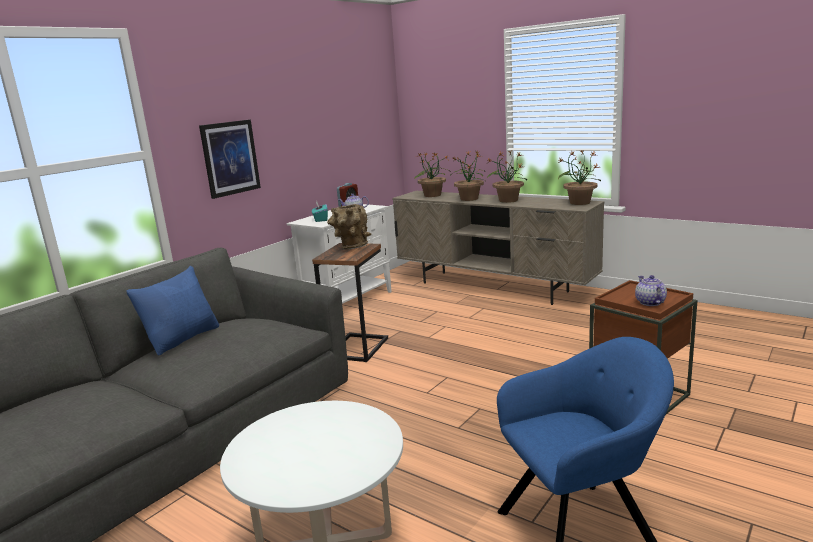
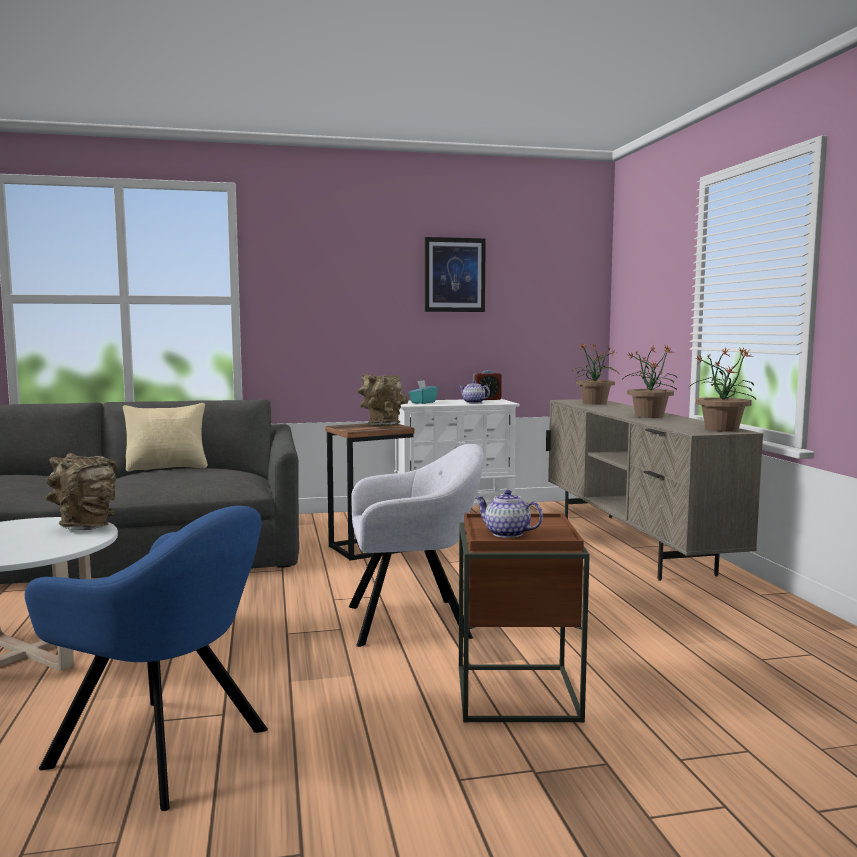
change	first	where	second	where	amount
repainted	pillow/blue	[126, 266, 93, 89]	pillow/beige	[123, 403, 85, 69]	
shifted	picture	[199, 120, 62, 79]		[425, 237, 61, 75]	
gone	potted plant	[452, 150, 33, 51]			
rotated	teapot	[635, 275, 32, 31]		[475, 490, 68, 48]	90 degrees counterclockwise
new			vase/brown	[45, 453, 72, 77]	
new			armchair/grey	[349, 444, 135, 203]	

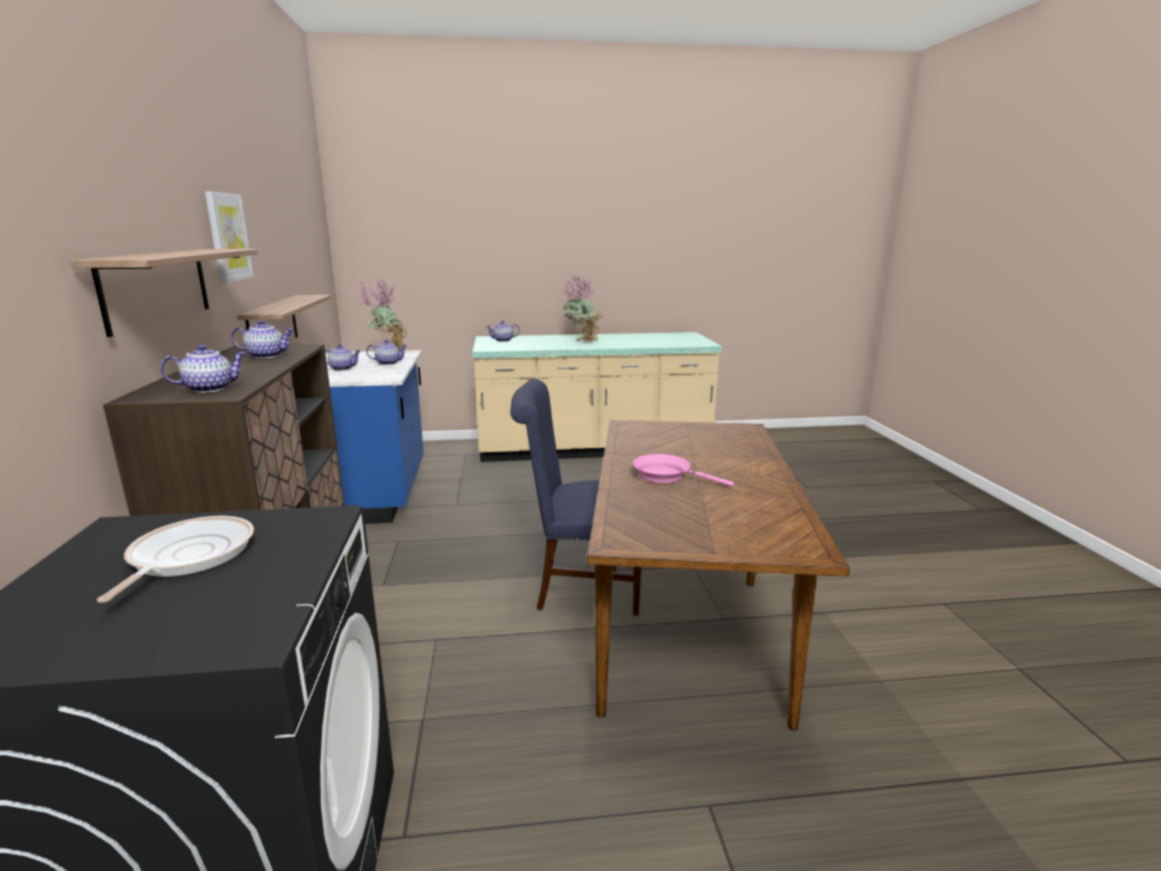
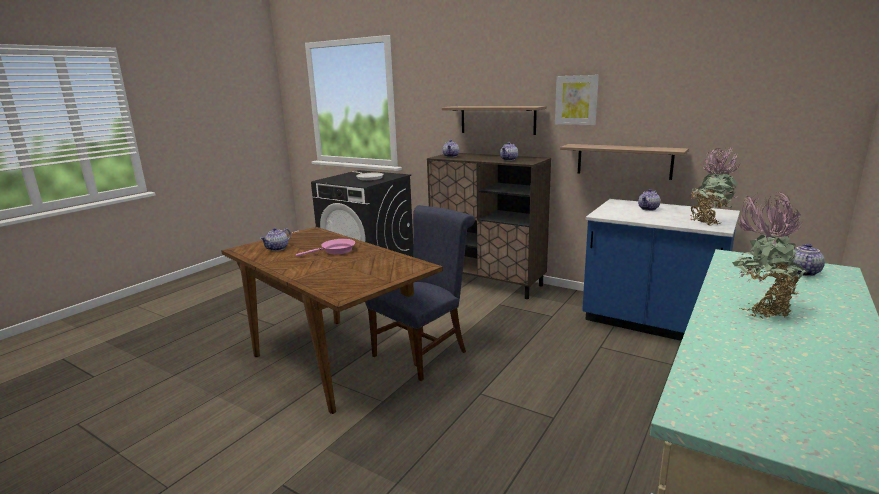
change	first	where	second	where	amount
shifted	teapot	[366, 339, 42, 26]		[260, 228, 31, 23]	

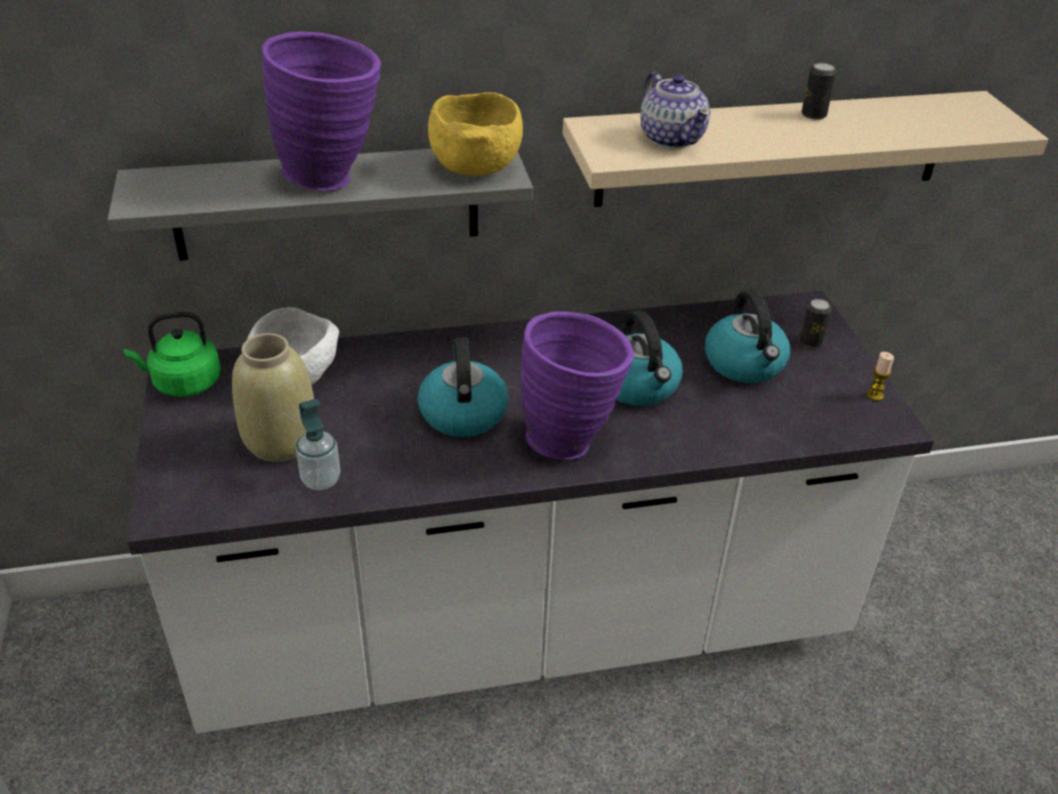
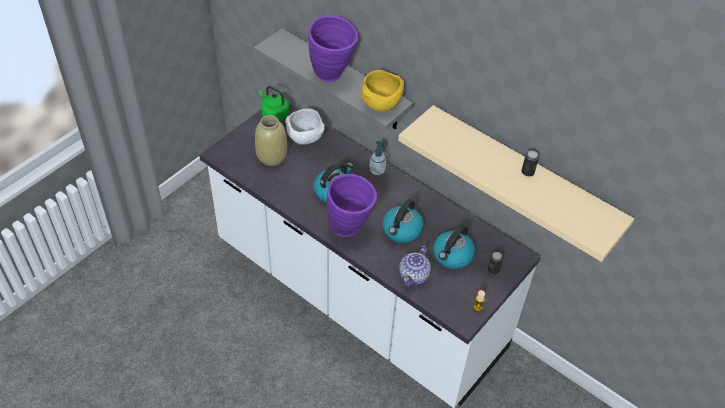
change	first	where	second	where	amount
shifted	soap dispenser	[296, 399, 44, 91]		[370, 140, 16, 35]	
shifted	teapot	[640, 72, 71, 77]		[399, 246, 32, 40]	

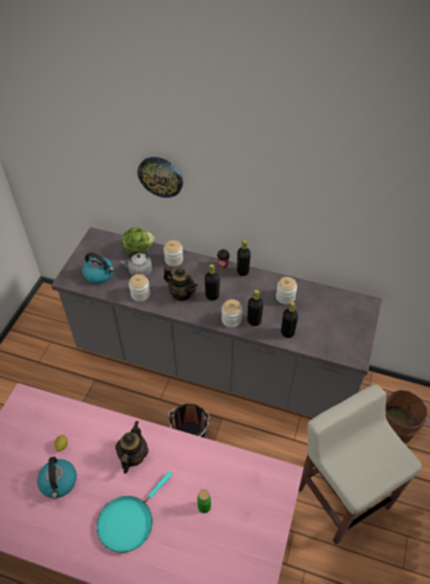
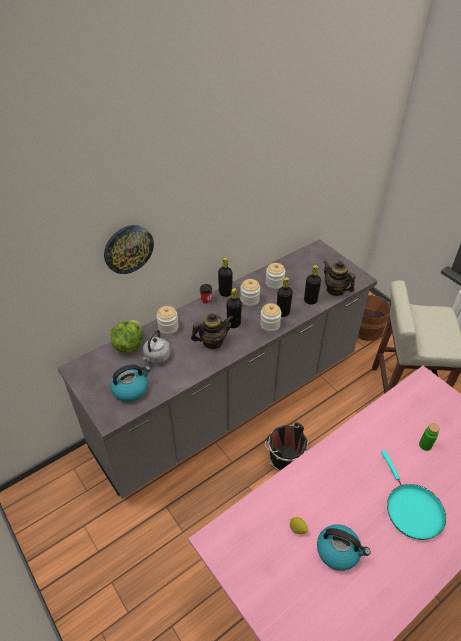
change	first	where	second	where	amount
shifted	teapot	[115, 421, 33, 53]		[324, 261, 31, 35]	
shifted	jar	[129, 274, 21, 28]		[240, 279, 20, 28]	

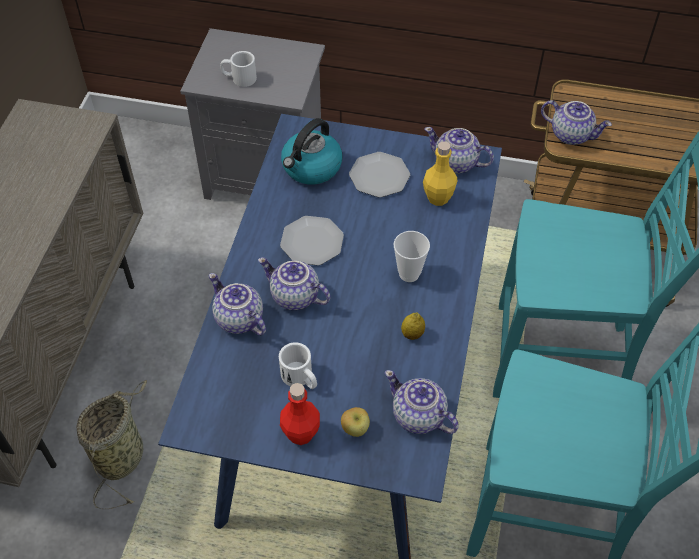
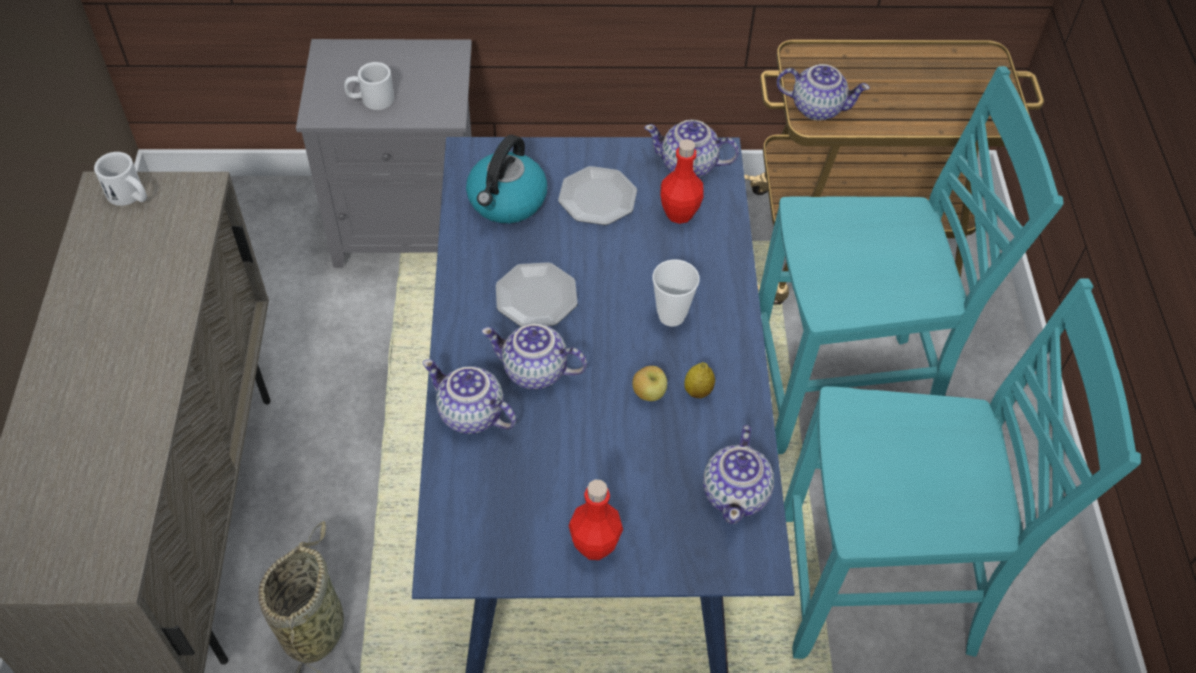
change	first	where	second	where	amount
shifted	mug/white	[279, 342, 38, 47]		[94, 152, 53, 54]	
shifted	apple	[341, 407, 29, 30]		[632, 366, 35, 35]	
rotated	teapot	[385, 370, 74, 64]		[703, 425, 71, 99]	105 degrees counterclockwise
repainted	bottle/yellow	[423, 141, 34, 65]	bottle/red	[660, 139, 43, 85]	

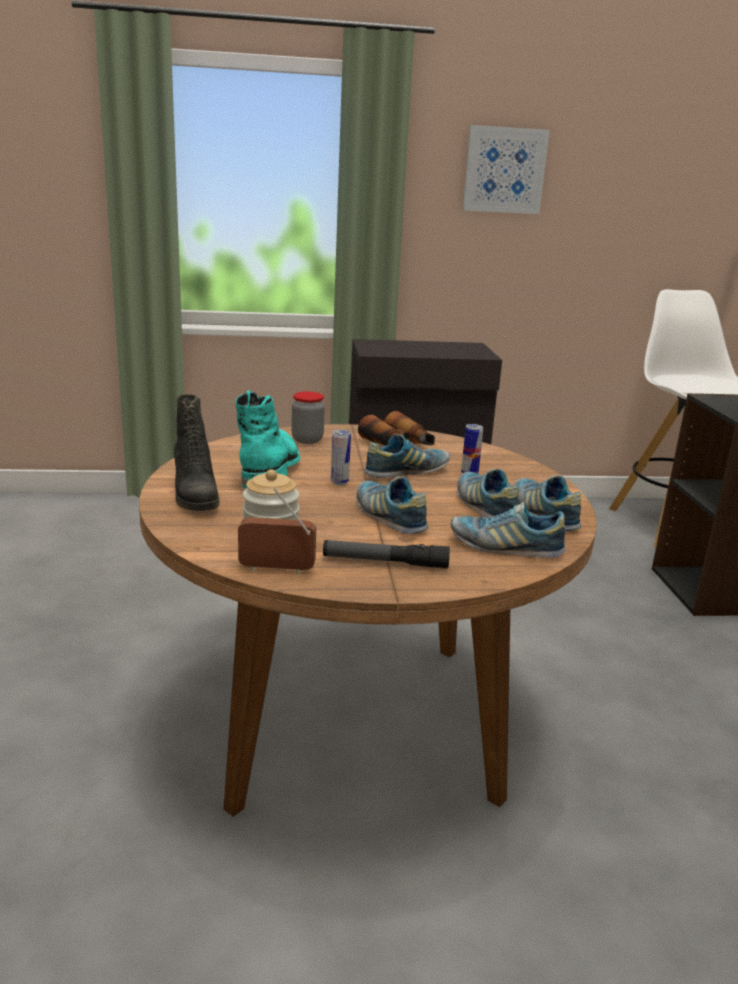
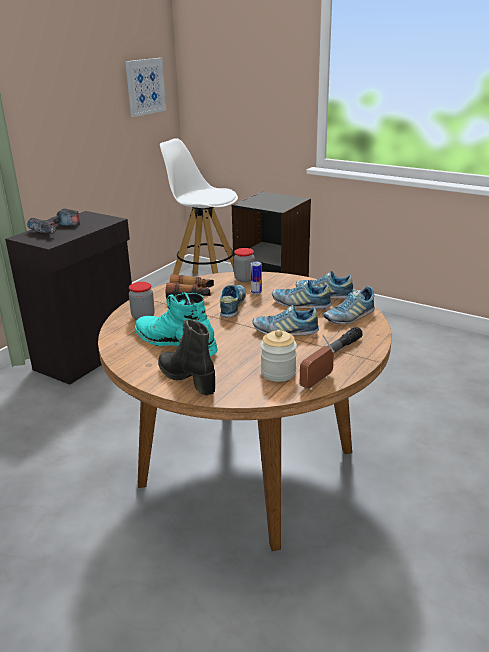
change	first	where	second	where	amount
rotated	boot/black	[174, 394, 45, 117]		[158, 319, 57, 76]	150 degrees counterclockwise
gone	can	[331, 430, 20, 55]			
shifted	picture	[462, 125, 88, 89]		[125, 58, 41, 59]	
new			power drill	[27, 208, 53, 26]	
new			jar	[234, 248, 21, 34]	

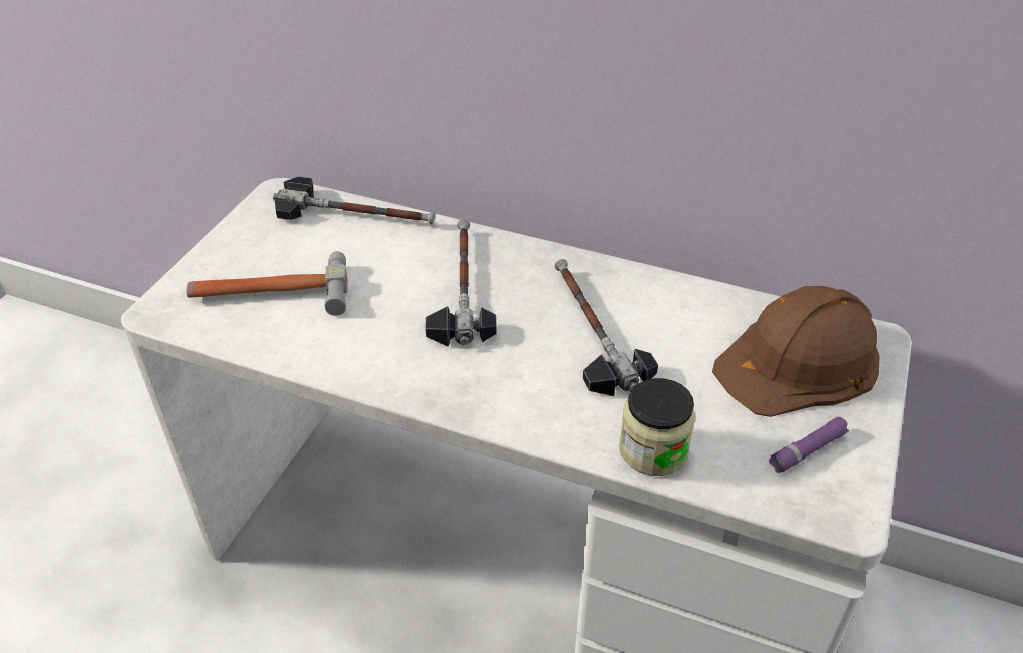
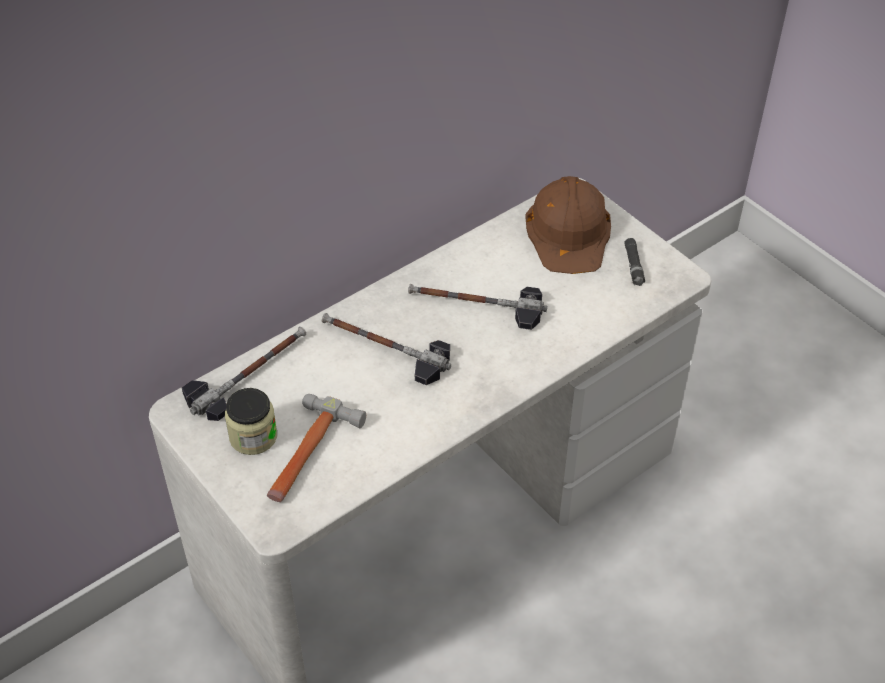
change	first	where	second	where	amount
shifted	jar	[619, 378, 76, 98]		[225, 388, 52, 67]	
repainted	flashlight/purple	[769, 417, 80, 56]	flashlight/black	[624, 238, 21, 48]	

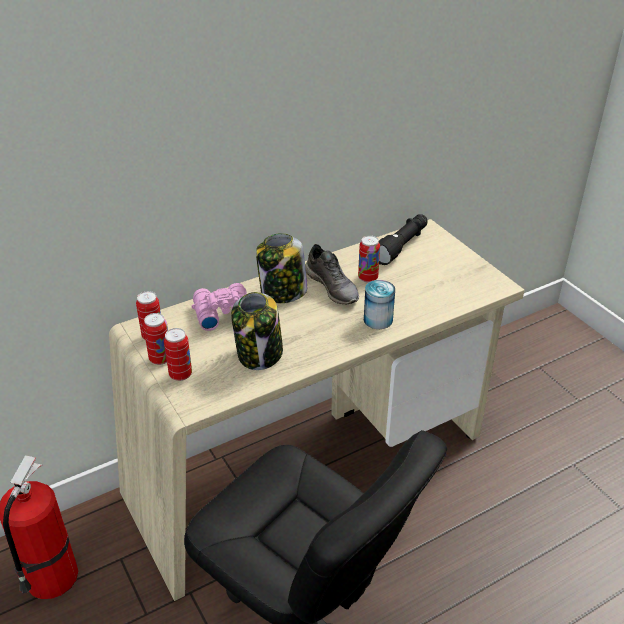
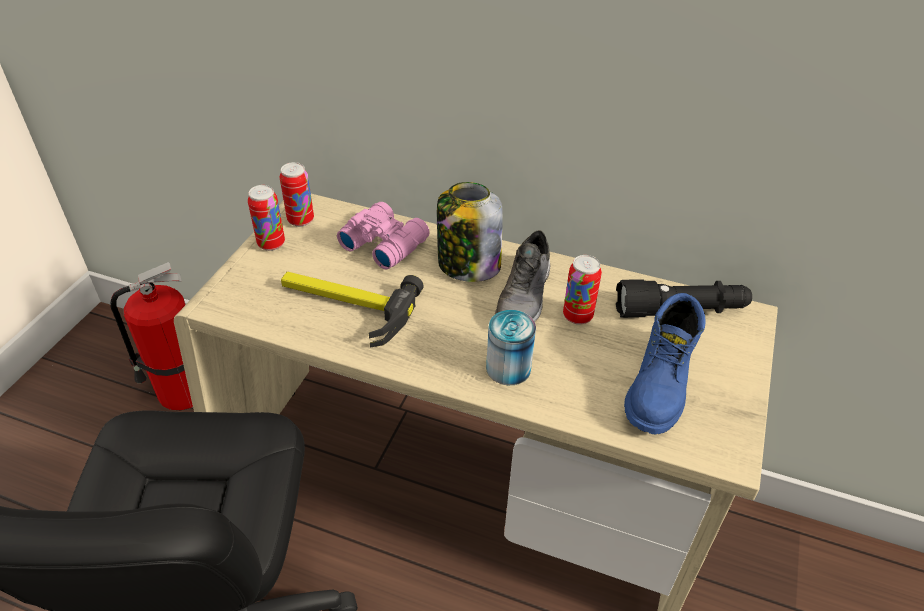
change	first	where	second	where	amount
gone	can	[164, 328, 28, 53]			
swapped	jar	[231, 292, 52, 78]	hammer	[281, 272, 143, 75]	
new			boot/blue	[624, 293, 82, 141]	

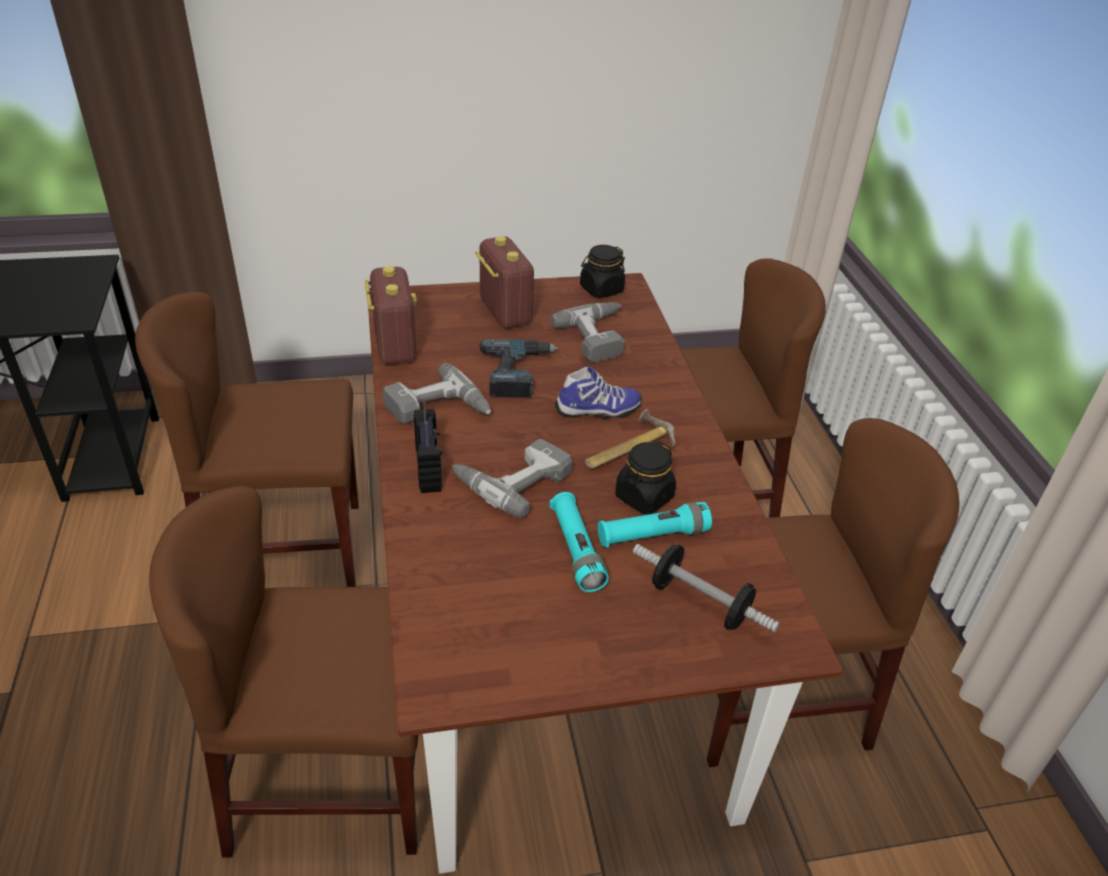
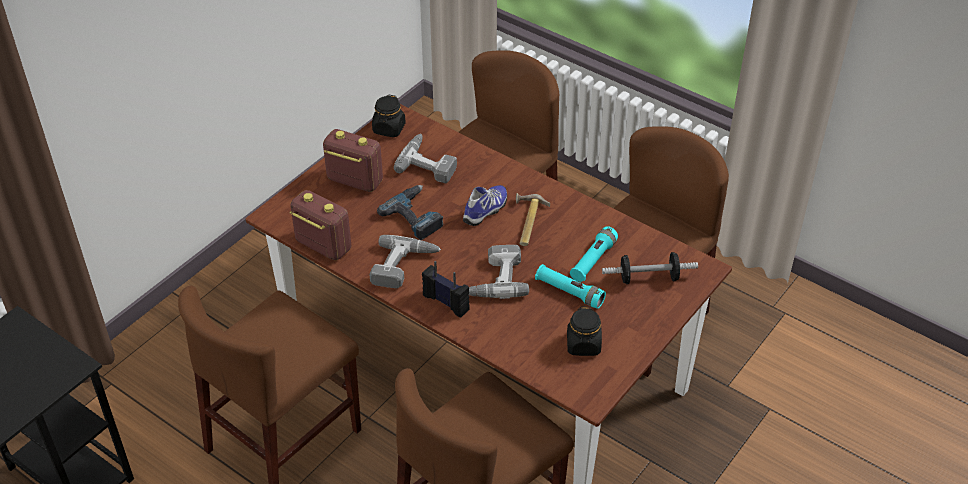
change	first	where	second	where	amount
shifted	jar/black	[615, 442, 61, 72]		[567, 306, 35, 50]	

